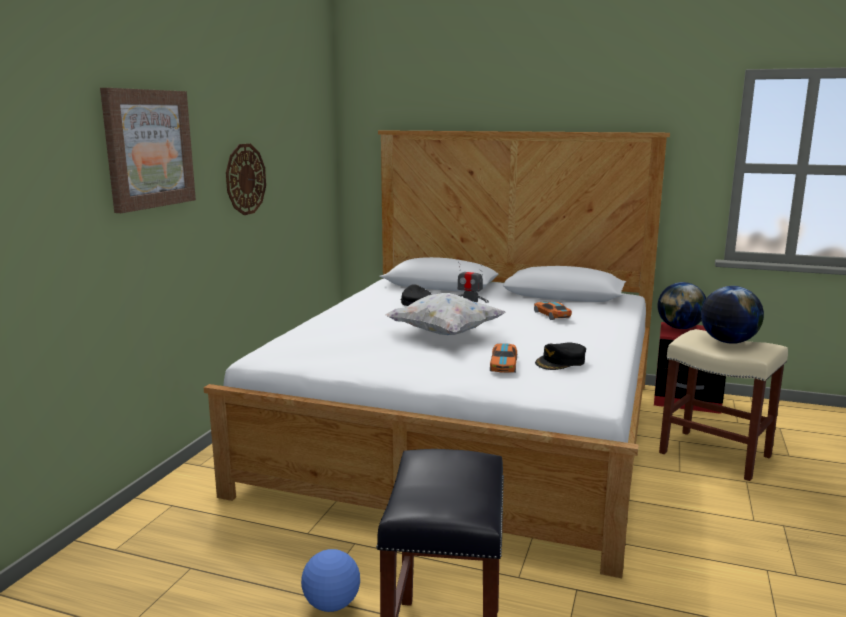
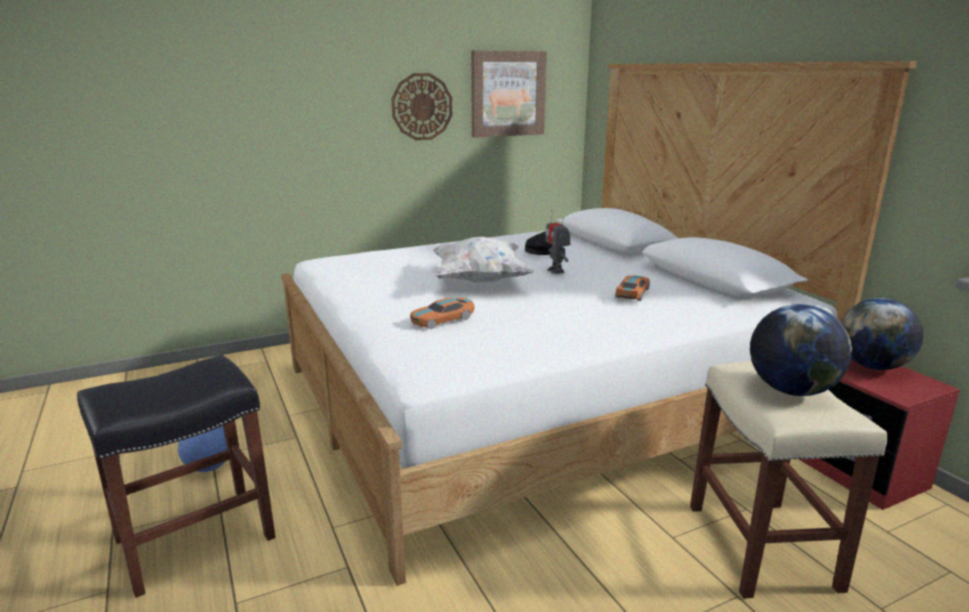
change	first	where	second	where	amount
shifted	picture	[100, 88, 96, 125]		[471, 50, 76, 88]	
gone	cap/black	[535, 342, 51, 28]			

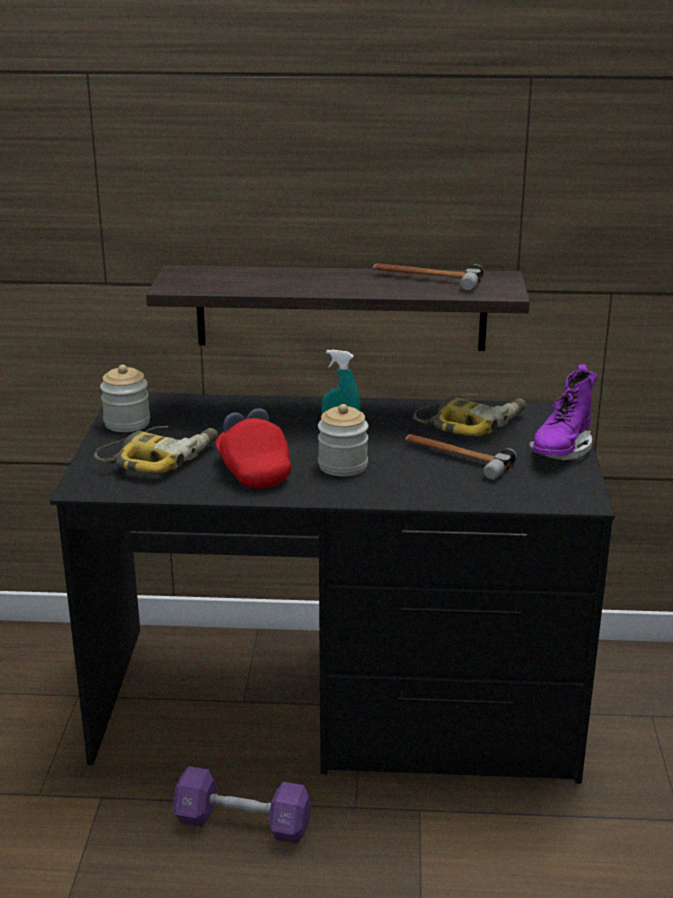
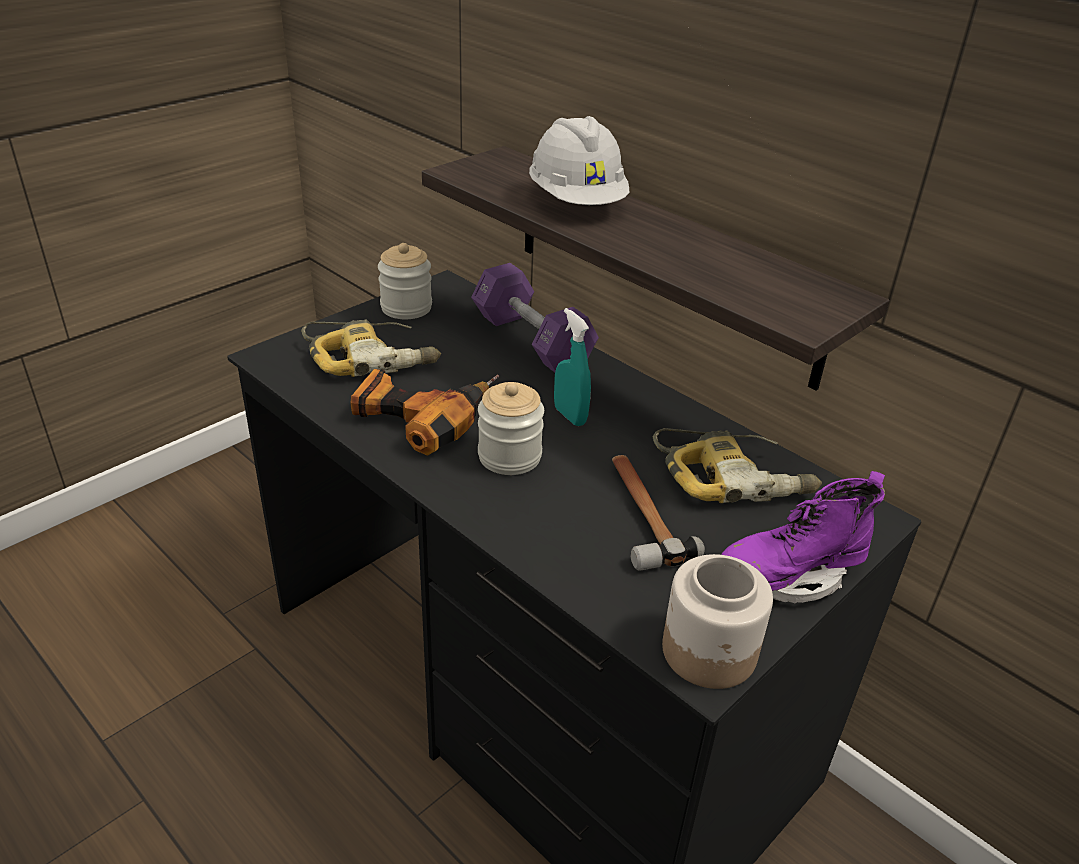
change	first	where	second	where	amount
shifted	dumbbell/purple	[173, 766, 138, 77]		[471, 263, 128, 109]	
swapped	cap/red	[216, 408, 76, 81]	power drill	[351, 369, 148, 86]	
gone	hammer	[373, 263, 111, 29]			
new			hard hat/white	[529, 116, 101, 89]	
new			jar	[662, 554, 111, 135]	

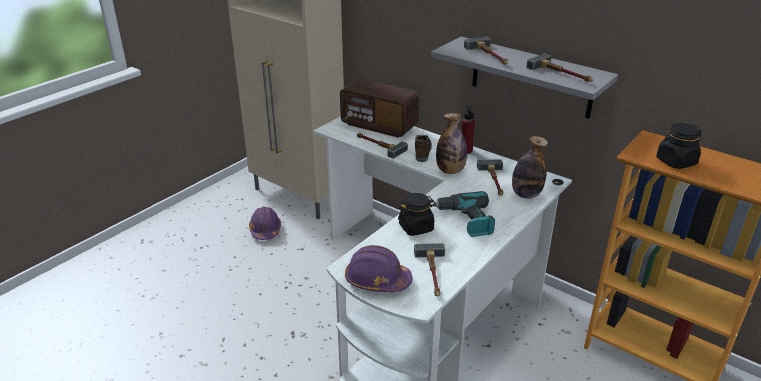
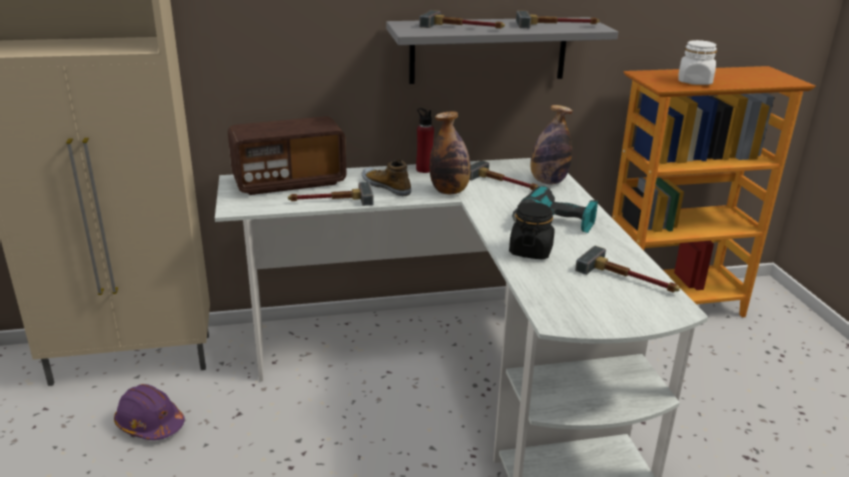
change	first	where	second	where	amount
gone	hard hat/purple	[345, 245, 68, 47]			
repainted	jar/black	[656, 123, 45, 46]	jar/white	[678, 40, 39, 45]	

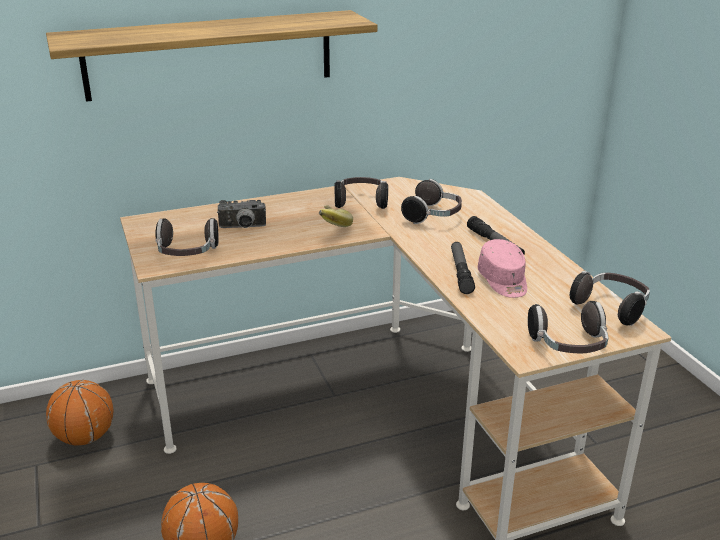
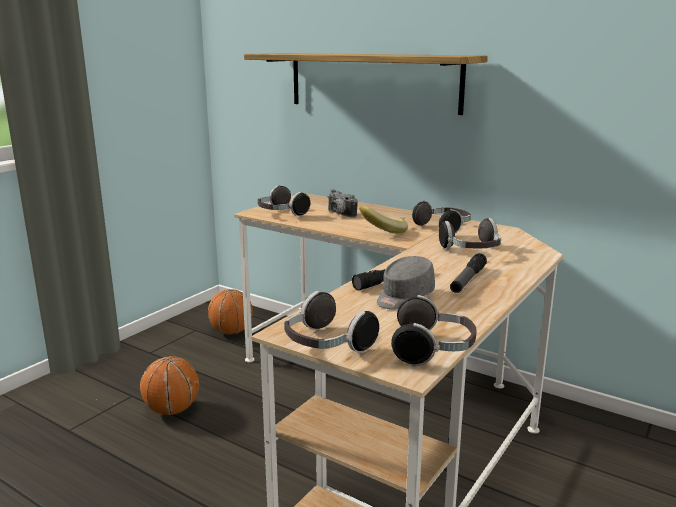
change	first	where	second	where	amount
repainted	cap/pink	[478, 239, 49, 59]	cap/grey	[377, 256, 58, 53]	

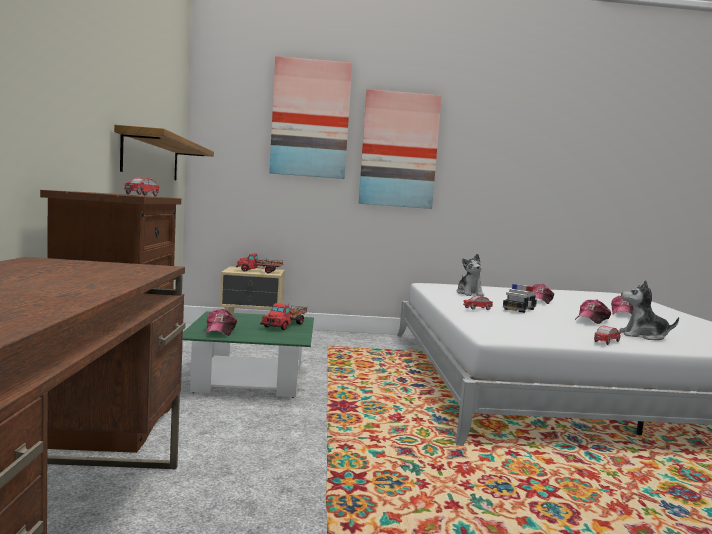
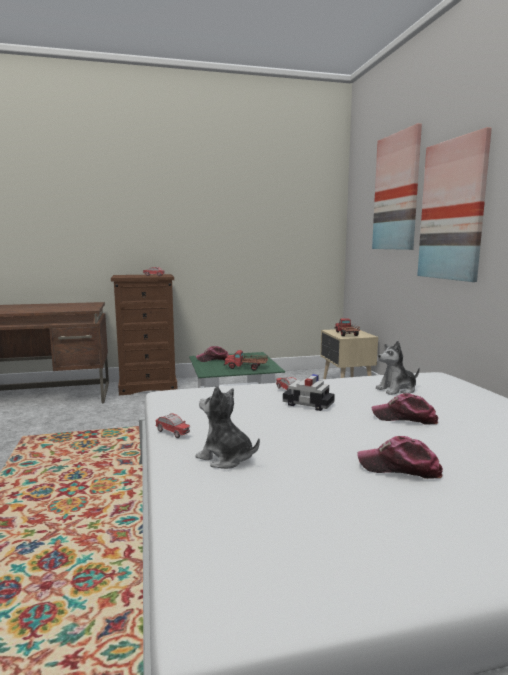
change	first	where	second	where	amount
gone	shelf	[114, 125, 100, 55]			
gone	cap	[575, 299, 36, 25]			
rotated	plush toy	[619, 280, 60, 60]		[196, 386, 64, 83]	60 degrees counterclockwise

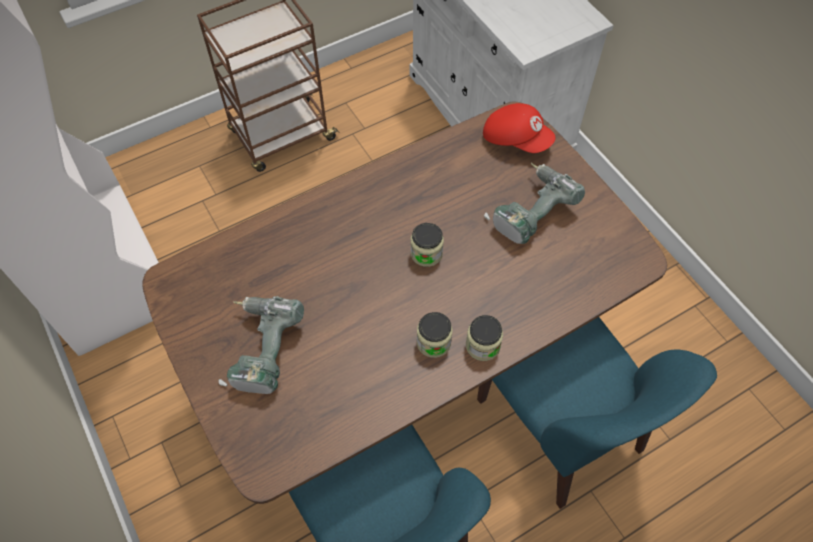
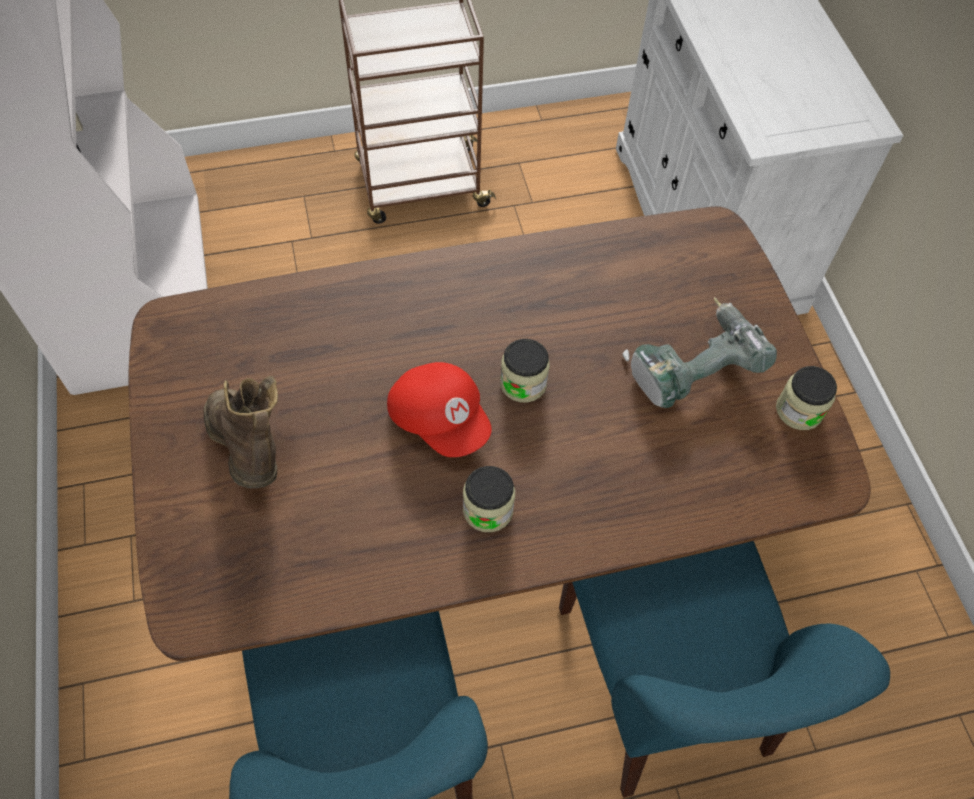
change	first	where	second	where	amount
swapped	power drill	[218, 296, 86, 98]	boot/brown	[203, 376, 75, 112]	
shifted	jar	[466, 315, 37, 46]		[776, 366, 61, 64]	
shifted	cap/red	[483, 103, 72, 50]		[387, 362, 105, 95]	

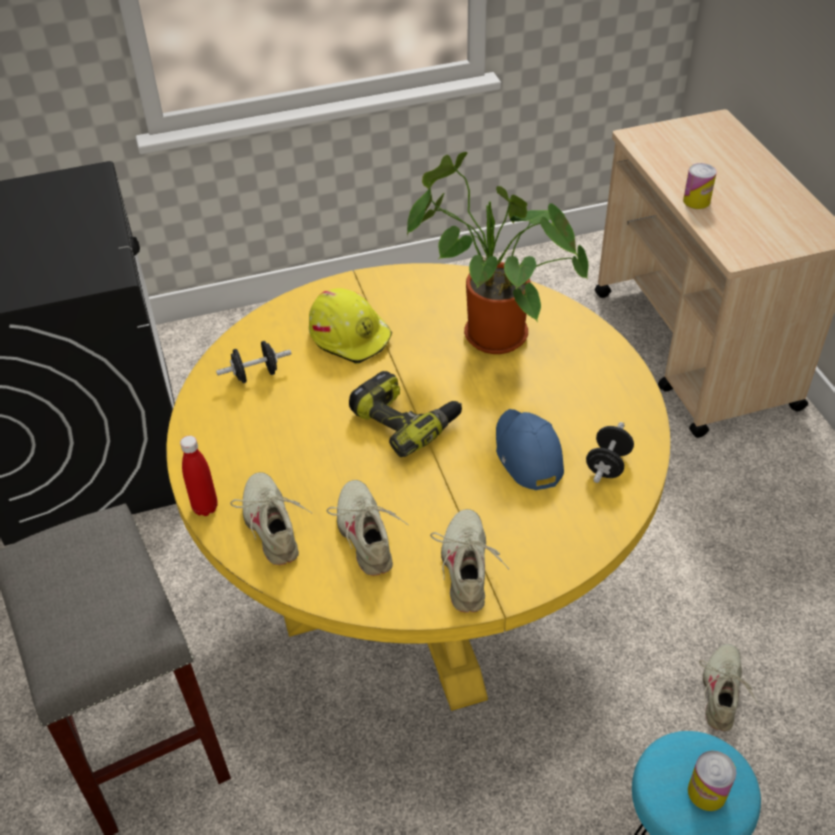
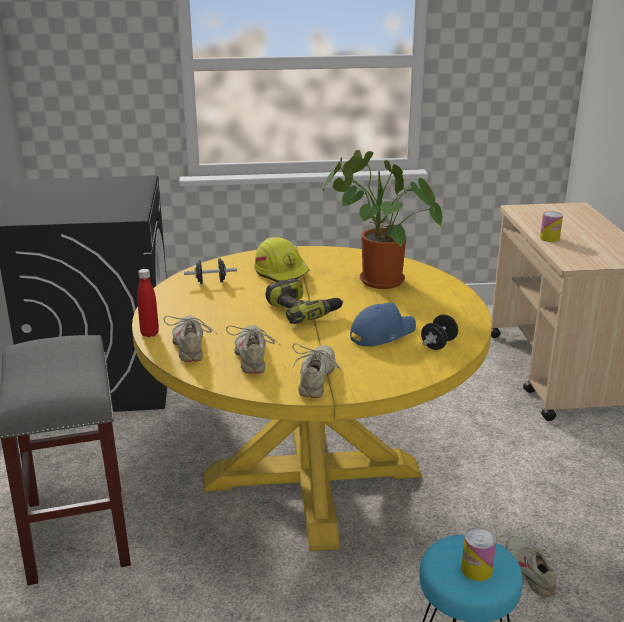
change	first	where	second	where	amount
rotated	cap/blue	[496, 409, 68, 81]		[350, 303, 66, 44]	60 degrees clockwise
rotated	shoe/beige	[699, 644, 60, 87]		[506, 536, 58, 61]	45 degrees counterclockwise

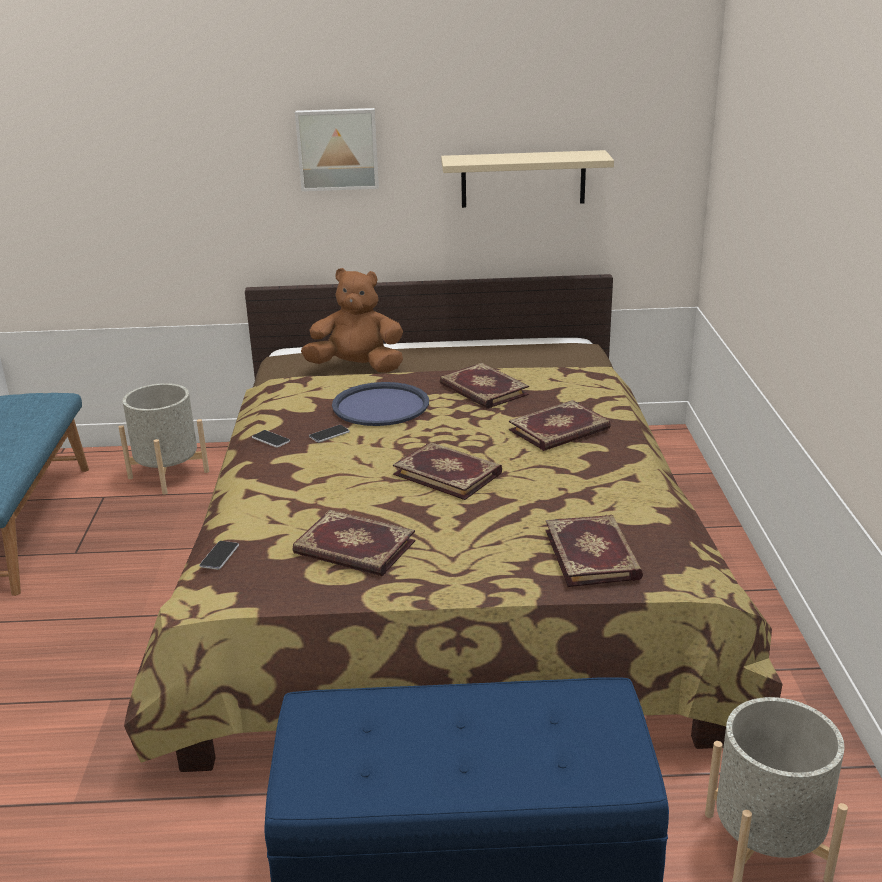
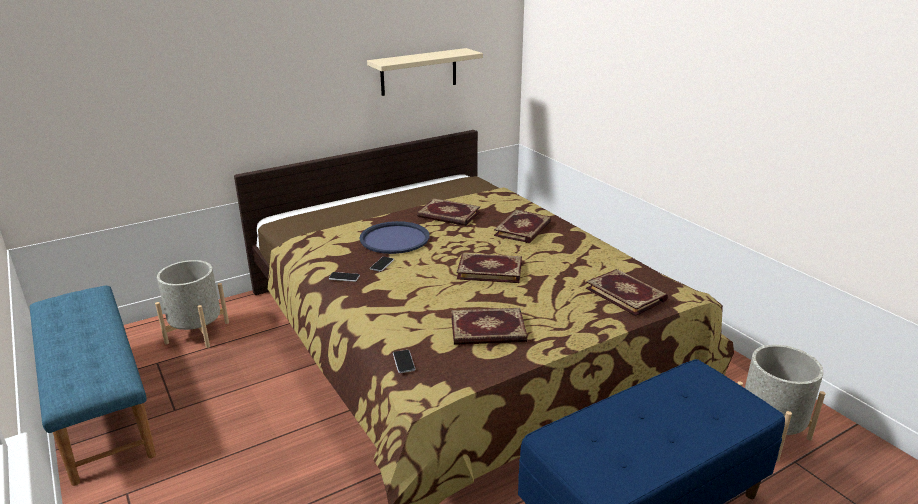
change	first	where	second	where	amount
gone	picture	[295, 108, 84, 83]			
gone	plush toy/brown	[301, 268, 102, 105]			

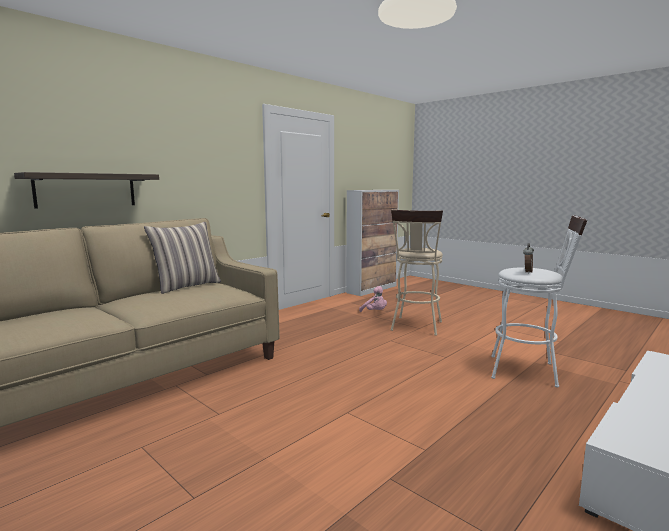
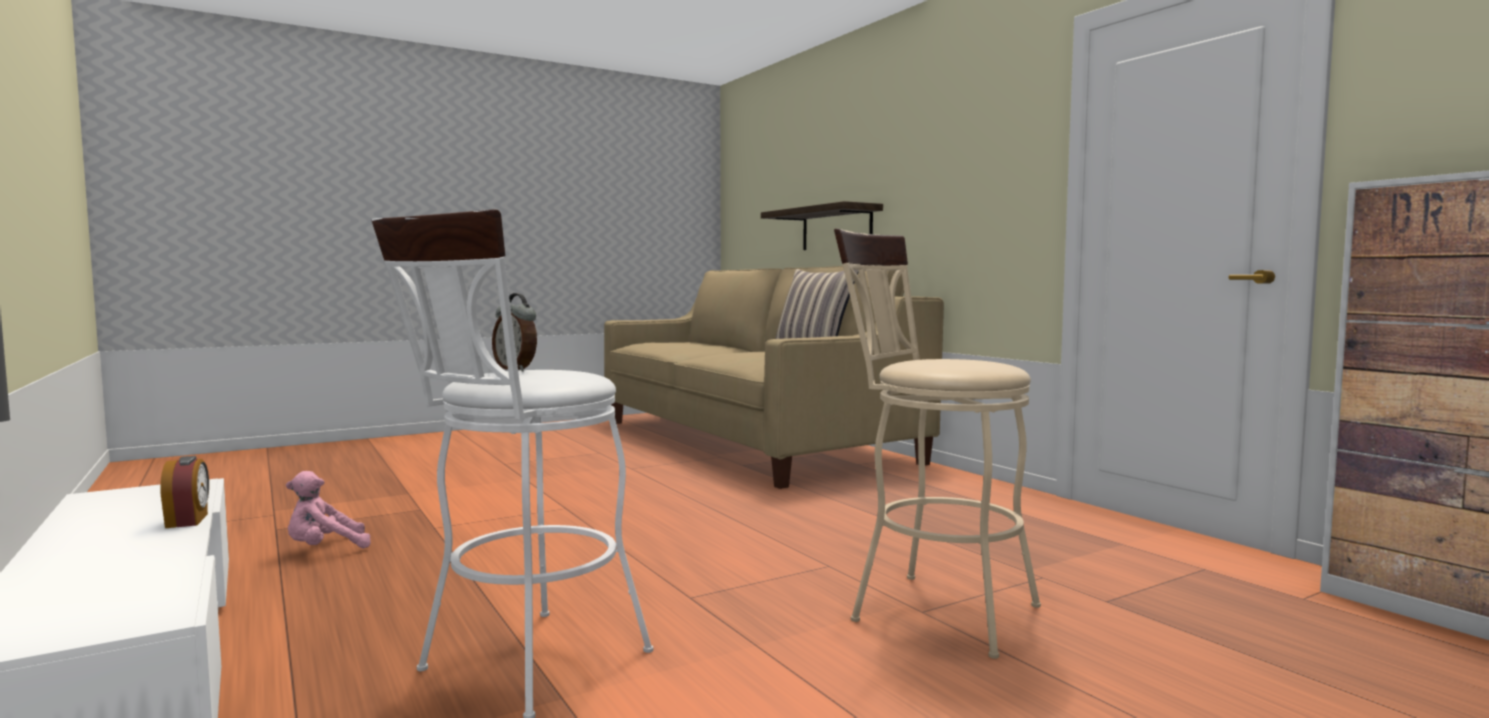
change	first	where	second	where	amount
shifted	plush toy/pink	[359, 286, 28, 26]		[286, 471, 85, 77]	
new			alarm clock	[160, 456, 49, 72]	

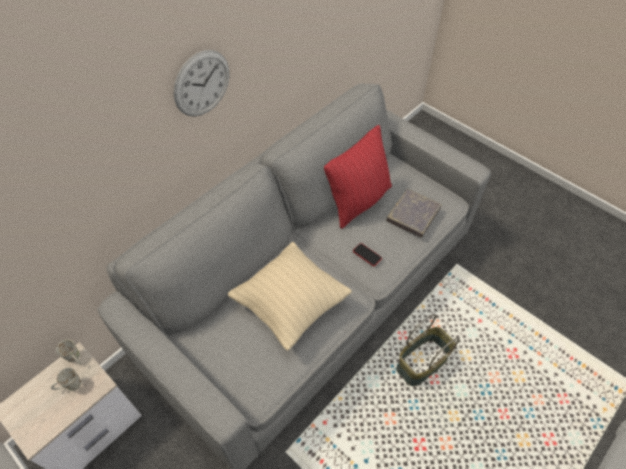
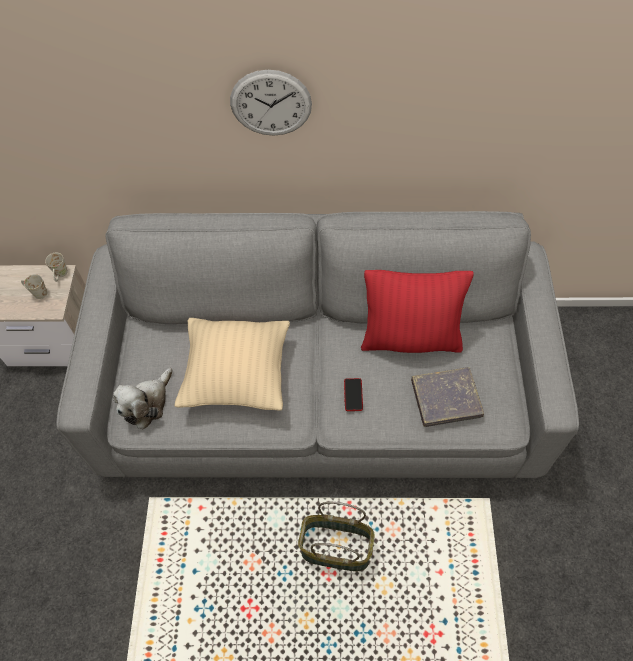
change	first	where	second	where	amount
new			plush toy	[113, 368, 60, 61]	

